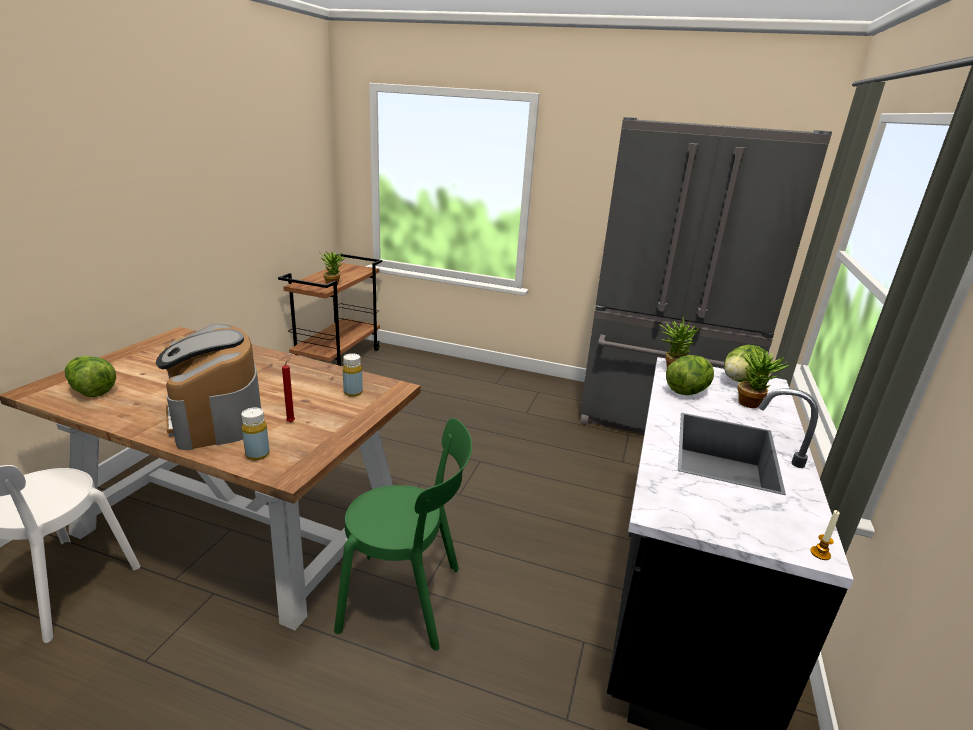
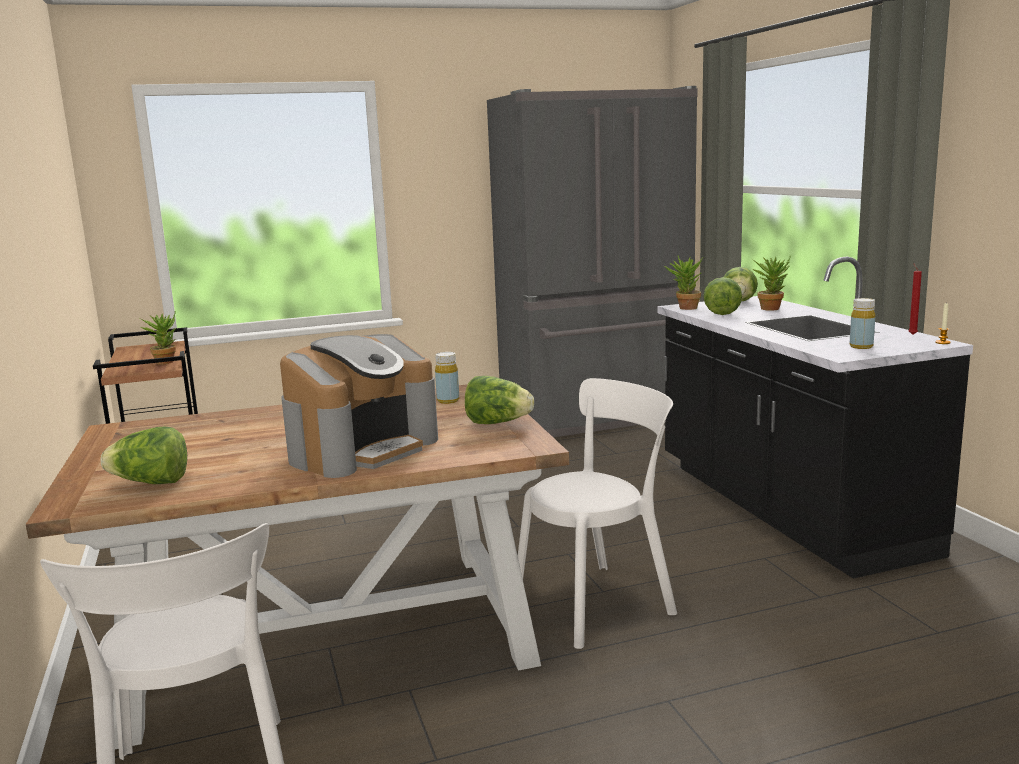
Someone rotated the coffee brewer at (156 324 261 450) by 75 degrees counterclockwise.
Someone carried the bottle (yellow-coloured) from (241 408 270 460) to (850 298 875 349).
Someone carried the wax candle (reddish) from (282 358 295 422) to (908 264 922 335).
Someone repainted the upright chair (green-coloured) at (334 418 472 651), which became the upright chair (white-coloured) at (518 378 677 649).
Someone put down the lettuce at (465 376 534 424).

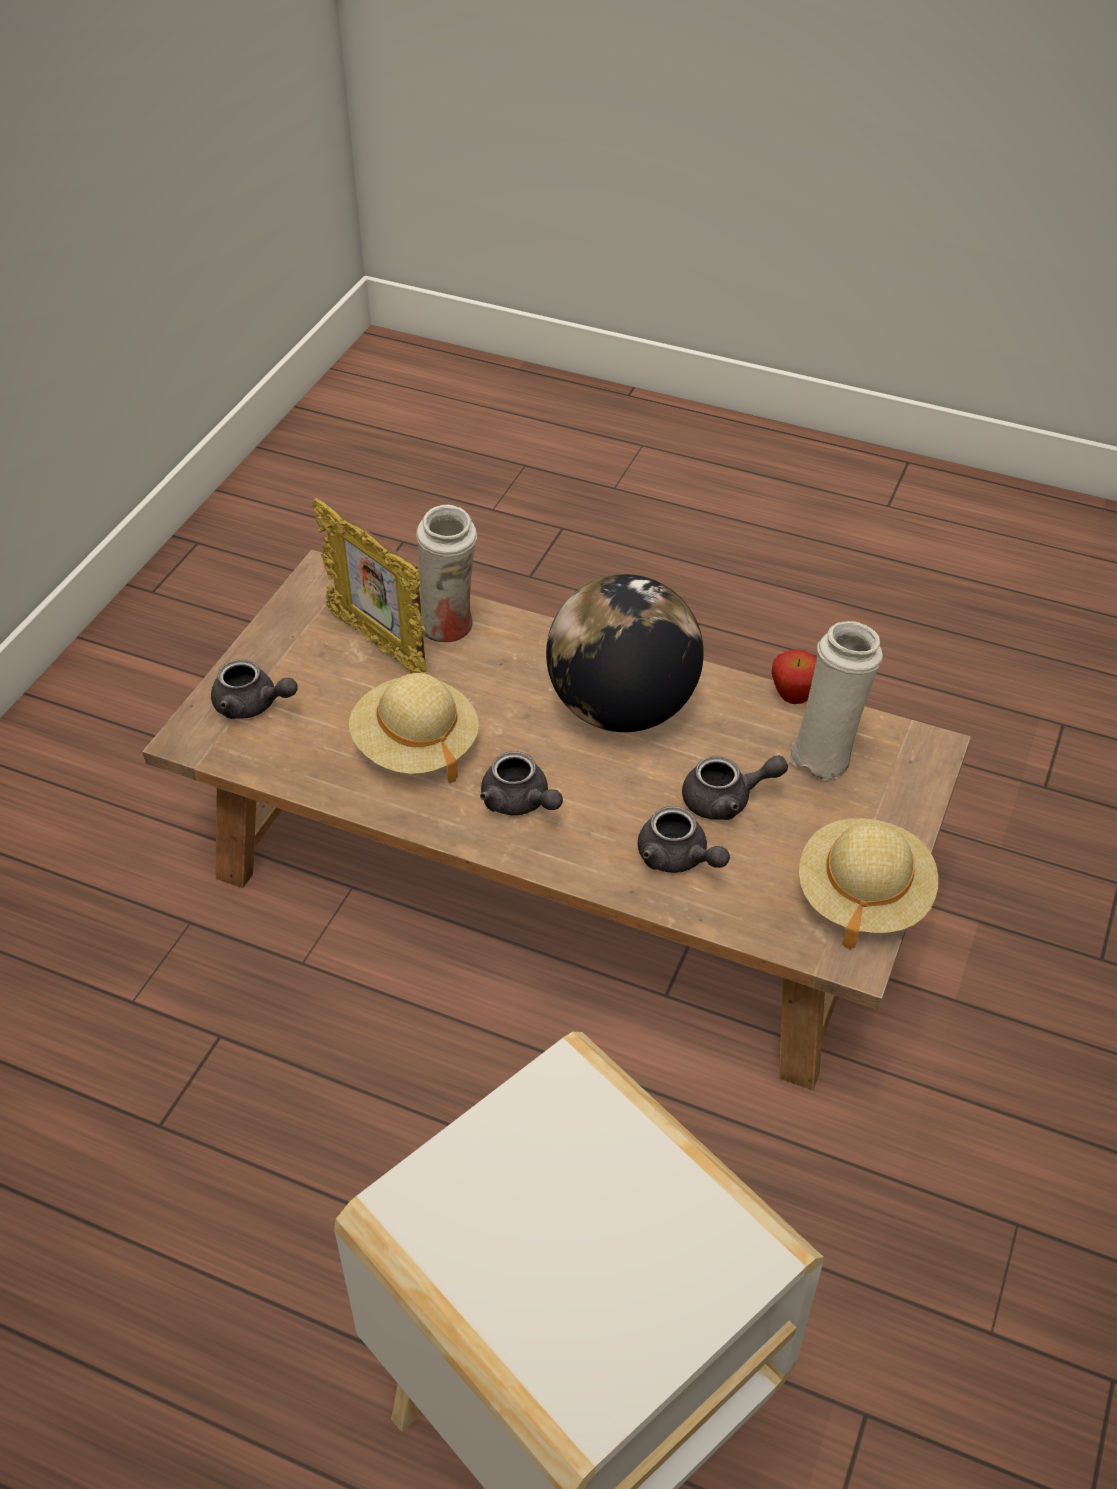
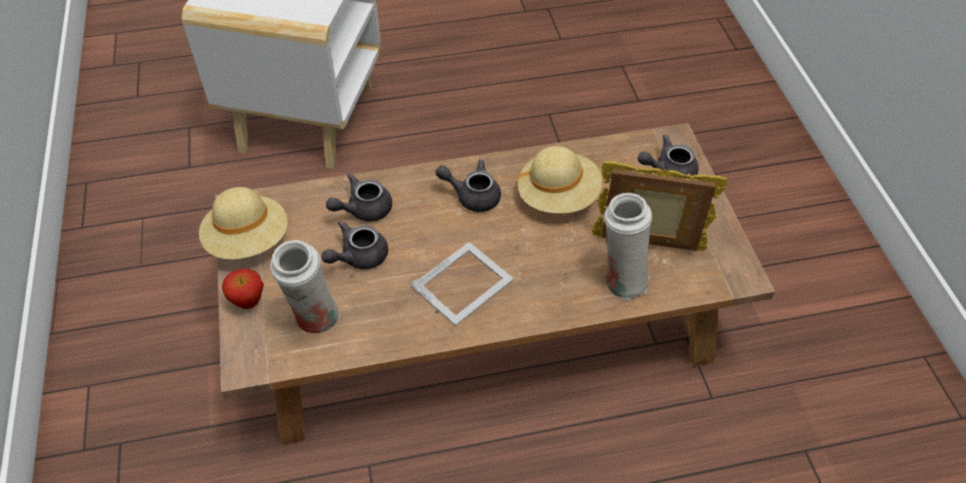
Someone swapped the globe at (546 574 704 732) for the photo frame at (411 242 514 326).
Someone rotated the pot for tea (greyish) at (638 806 730 873) by 45 degrees counterclockwise.
Someone carried the whole apple from (772 649 817 704) to (222 269 264 309).

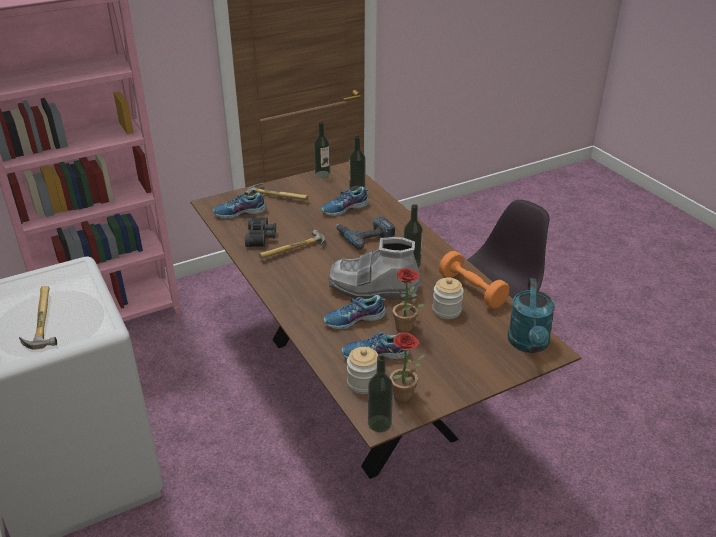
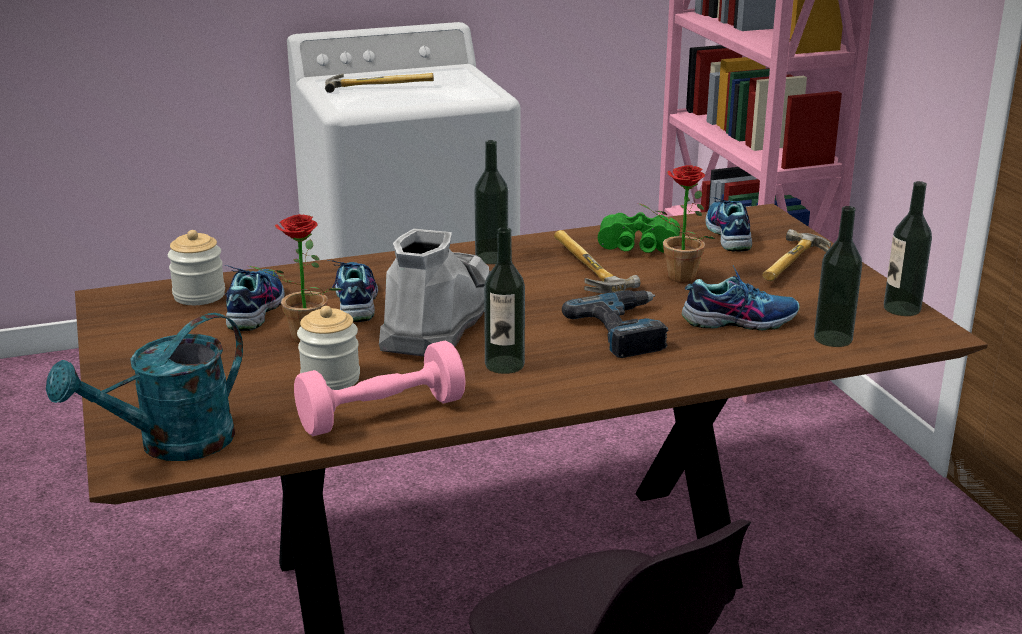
Someone repainted the binoculars (black) at (245 217 276 247), which became the binoculars (green-coloured) at (598 212 680 253).
Someone rotated the low shoe at (321 186 369 217) by 105 degrees clockwise.
Someone carried the bottle from (368 355 393 432) to (474 140 508 264).
Someone carried the potted plant from (388 332 425 403) to (638 165 715 283).
Someone repainted the free weight (orangey) at (439 251 510 309), which became the free weight (pink-coloured) at (294 340 466 436).
Someone rotated the sprinkling can (turquoise) at (508 278 555 353) by 60 degrees counterclockwise.

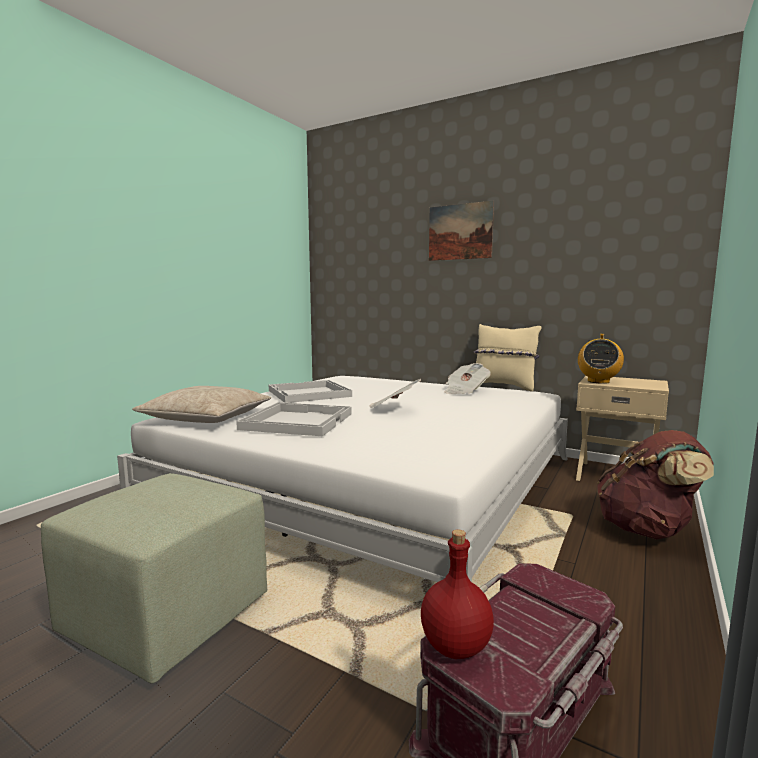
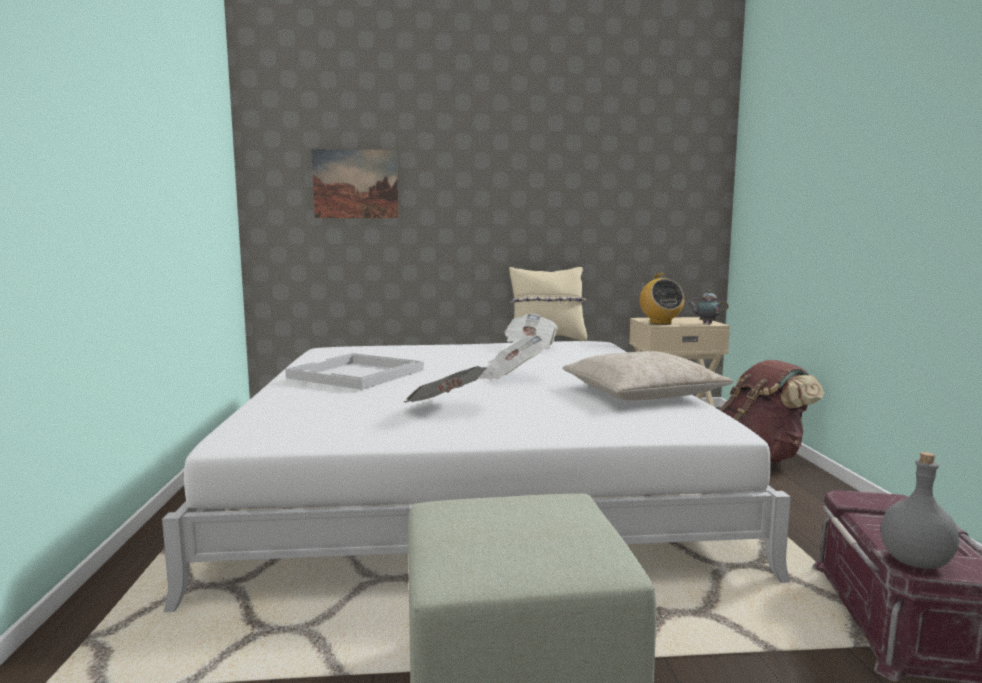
Someone carried the pillow (sand-coloured) from (132 386 271 423) to (562 351 734 401).
Someone swapped the carrying tray (white-coloured) at (236 402 351 436) for the newspaper at (404 366 487 403).
Someone repainted the bottle (reddish) at (421 529 494 659), which became the bottle (greyish) at (881 452 959 569).
Someone carried the wall picture from (429 200 494 261) to (311 149 399 218).
Someone put down the pot for tea at (688 290 728 324).

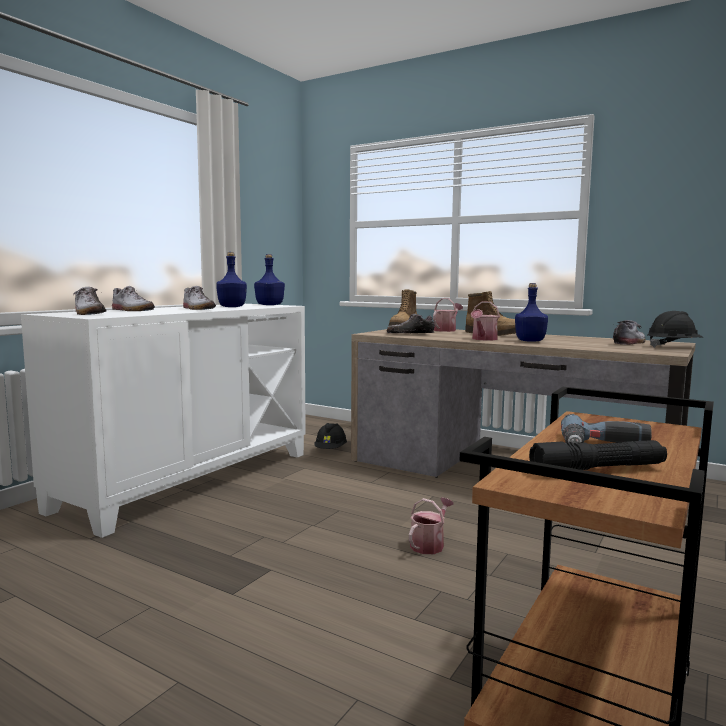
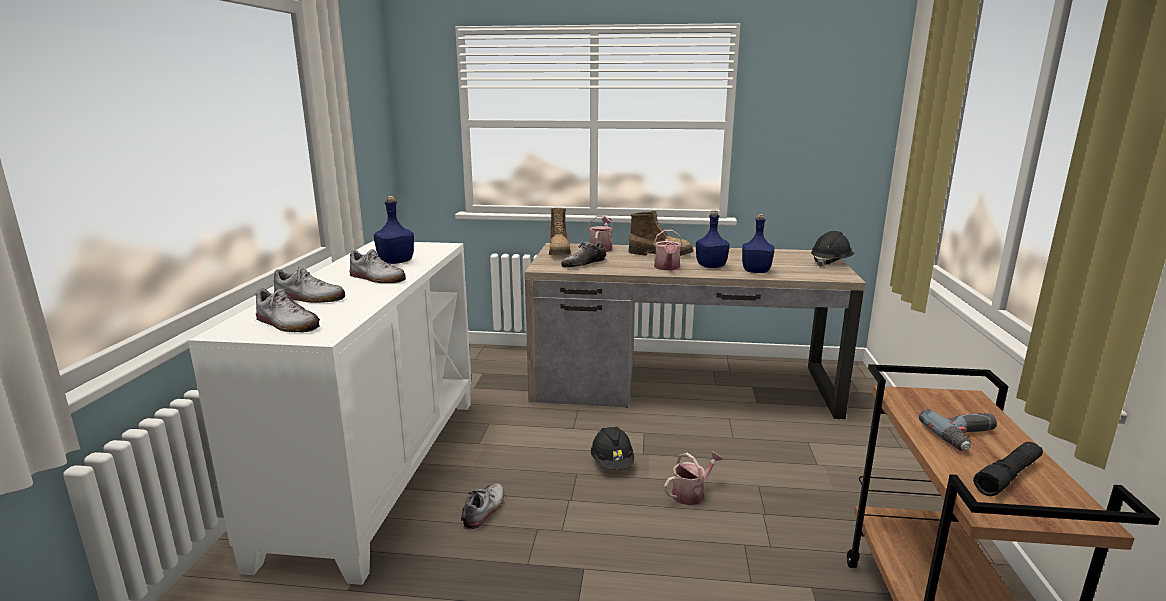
Someone carried the bottle (blue) from (254 254 285 305) to (742 214 774 273).
Someone carried the hard hat (black) from (314 423 347 449) to (591 426 634 470).
Someone rotated the sprinkling can at (409 497 454 554) by 45 degrees clockwise.
Someone carried the low shoe from (613 320 645 345) to (461 483 504 530).

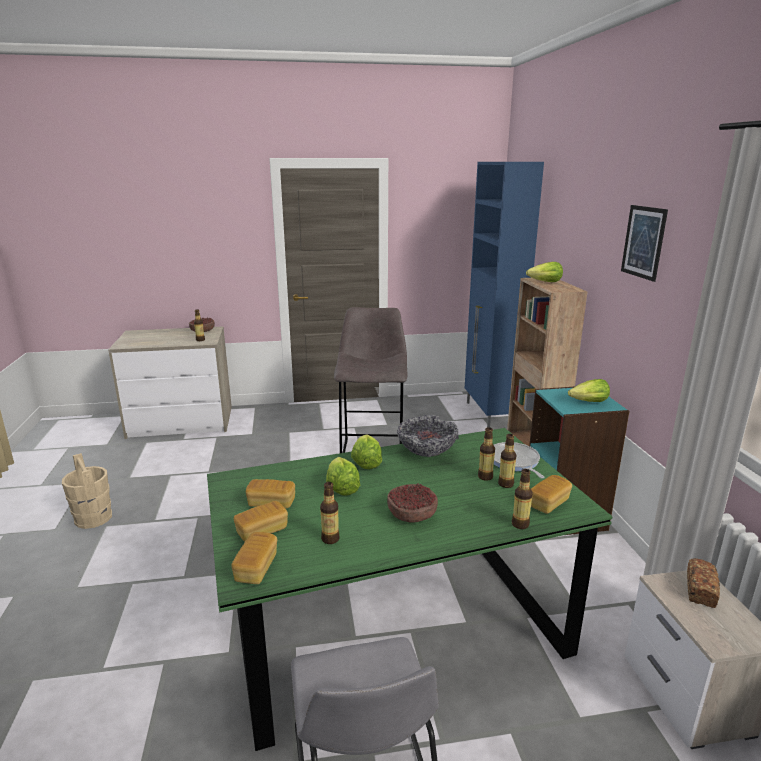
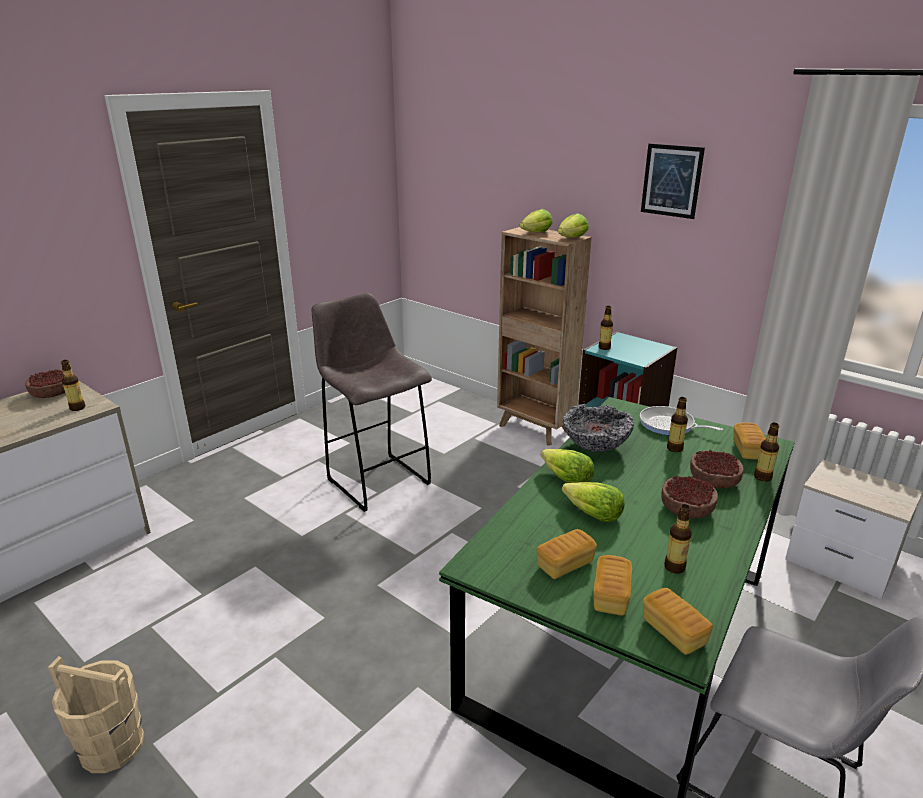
Someone took away the storage cabinet (blue) at (465 162 544 428).
Someone carried the bottle from (498 434 517 488) to (598 306 613 350).
Someone carried the lettuce from (568 379 610 402) to (558 213 589 237).
Someone took away the bread at (687 558 720 608).
Someone put down the serving bowl at (690 450 744 488).

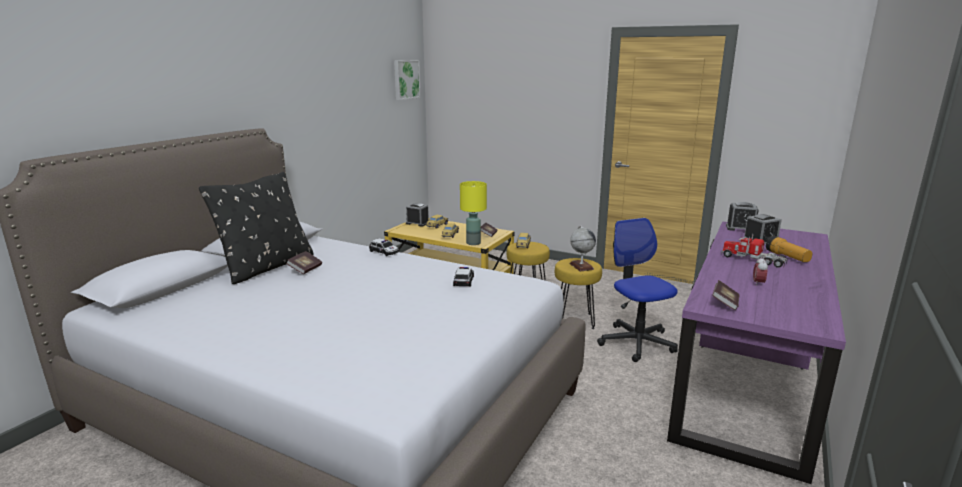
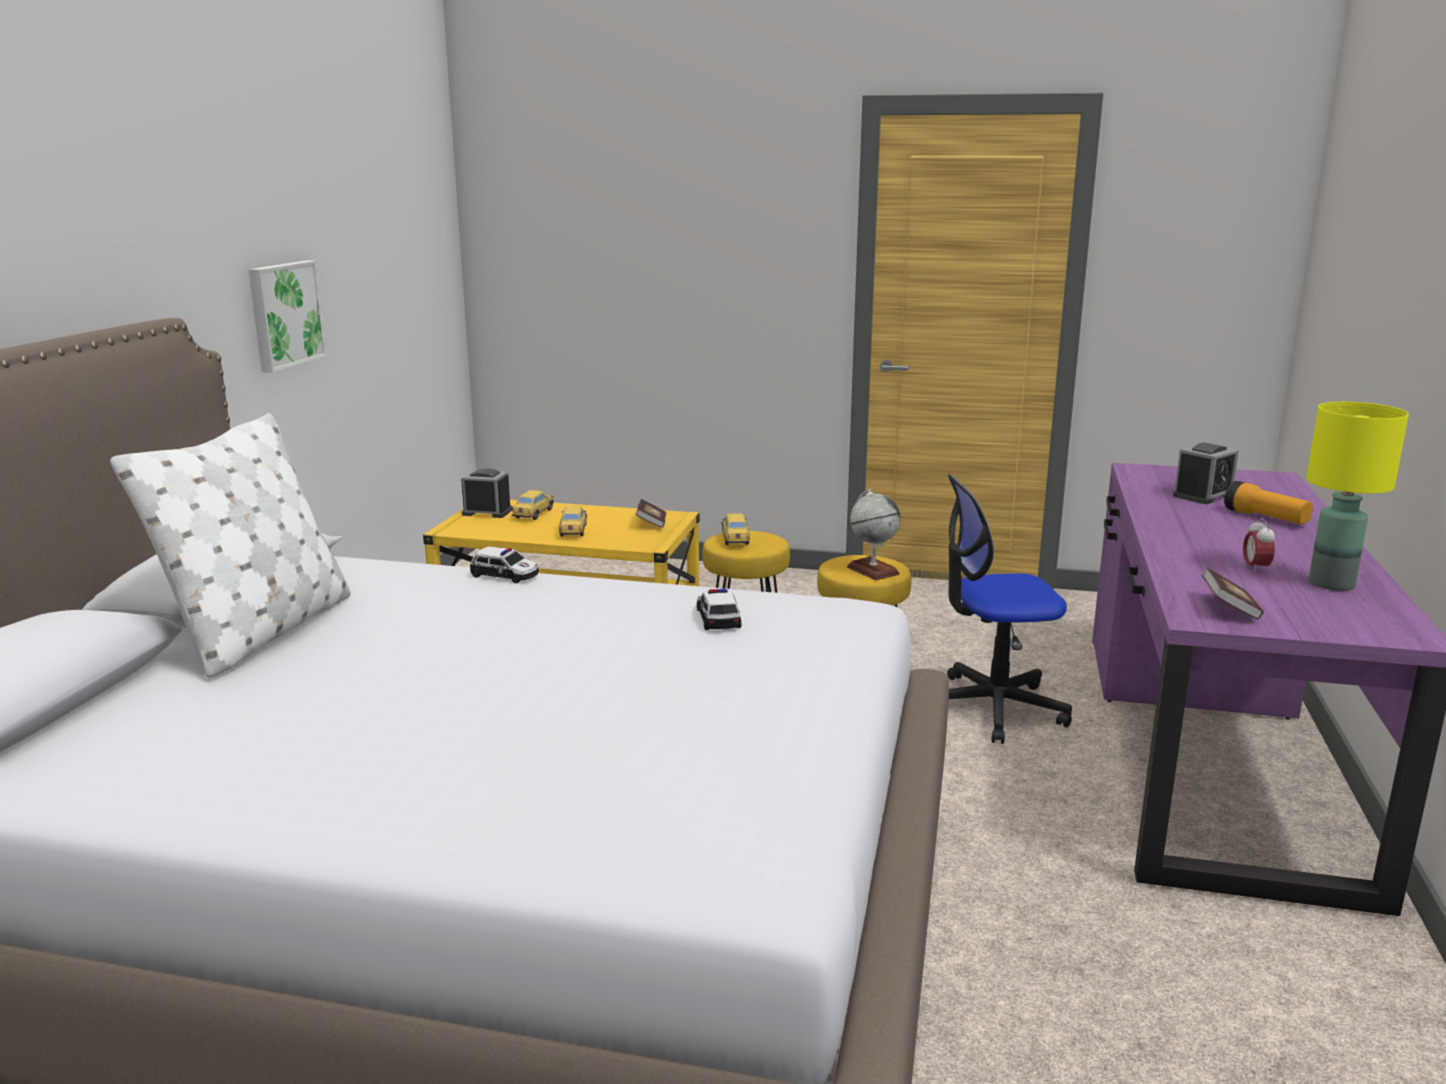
Someone repainted the pillow (black) at (199 172 314 284), which became the pillow (white-coloured) at (110 413 351 678).
Someone took away the volume at (286 251 322 274).
Someone carried the wall picture from (394 60 421 100) to (249 260 327 373).
Someone carried the tabletop lamp (yellow-coloured) from (460 181 487 245) to (1306 402 1409 591).
Someone rotated the office chair at (597 218 678 362) by 60 degrees counterclockwise.
Someone took away the toy truck at (721 233 788 268).
Someone took away the table clock at (726 202 759 231).

